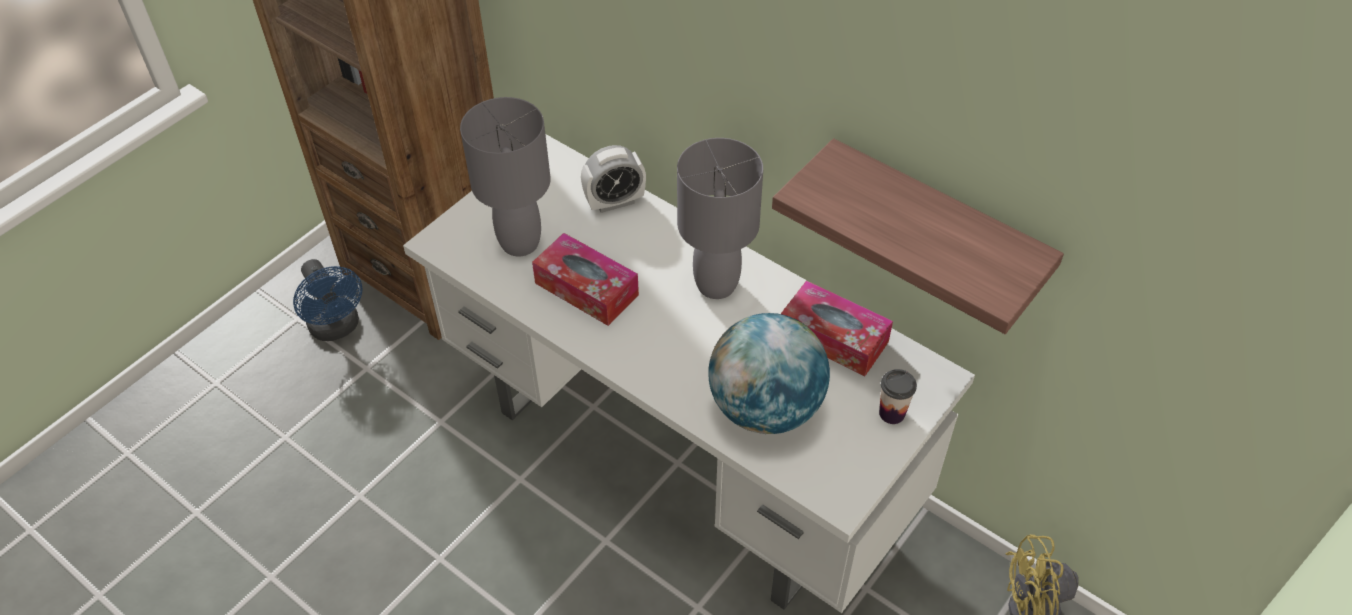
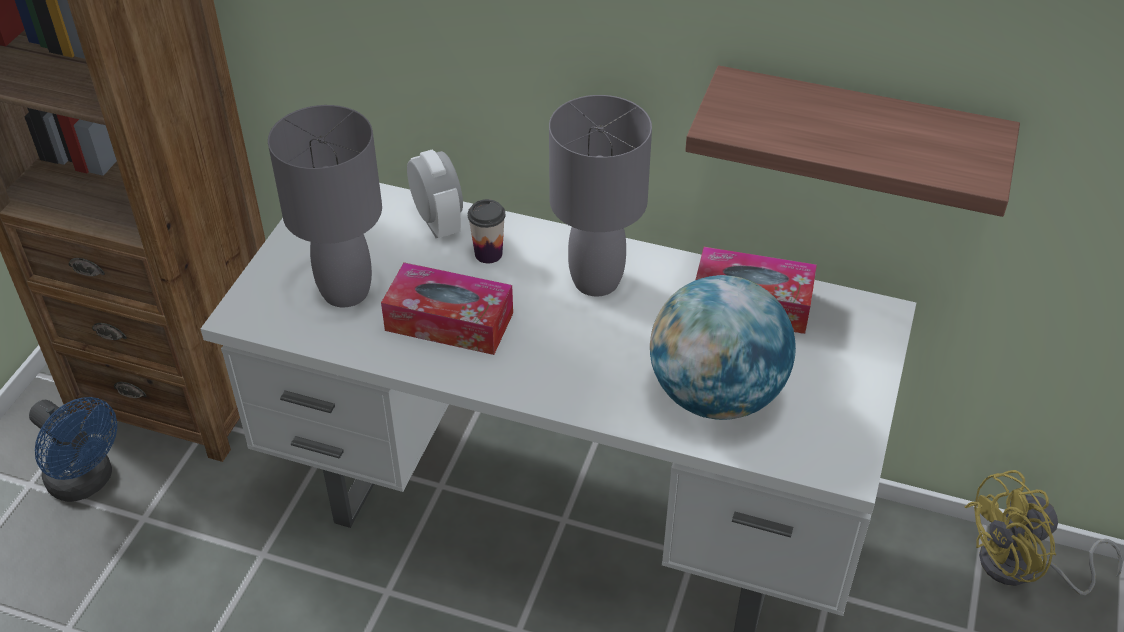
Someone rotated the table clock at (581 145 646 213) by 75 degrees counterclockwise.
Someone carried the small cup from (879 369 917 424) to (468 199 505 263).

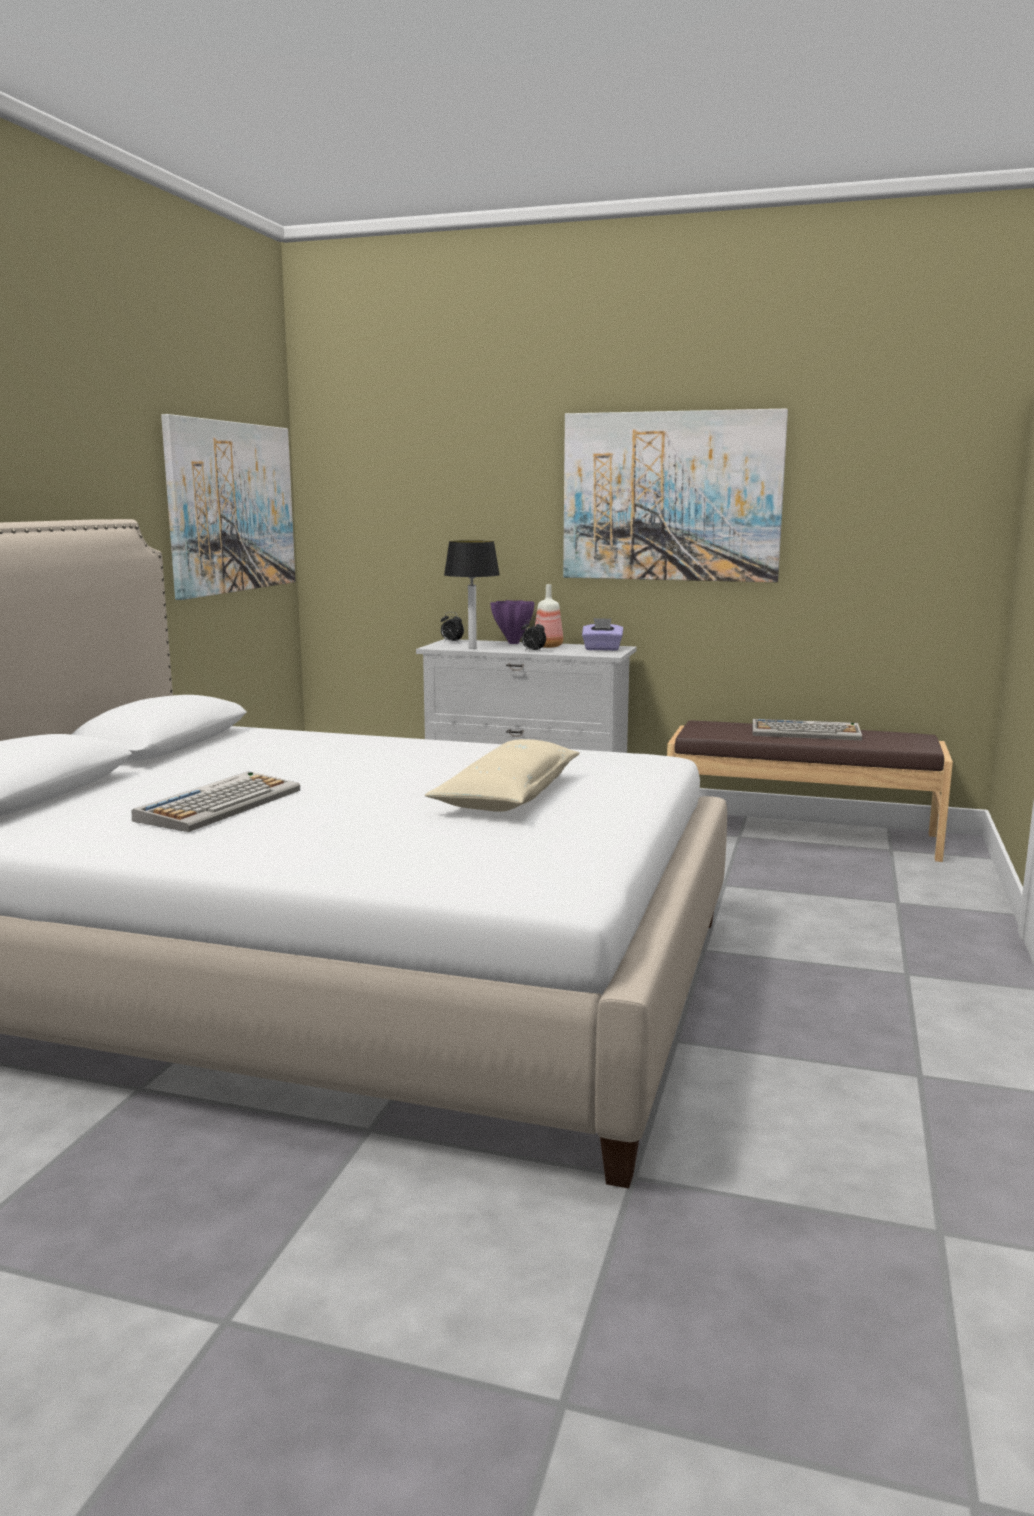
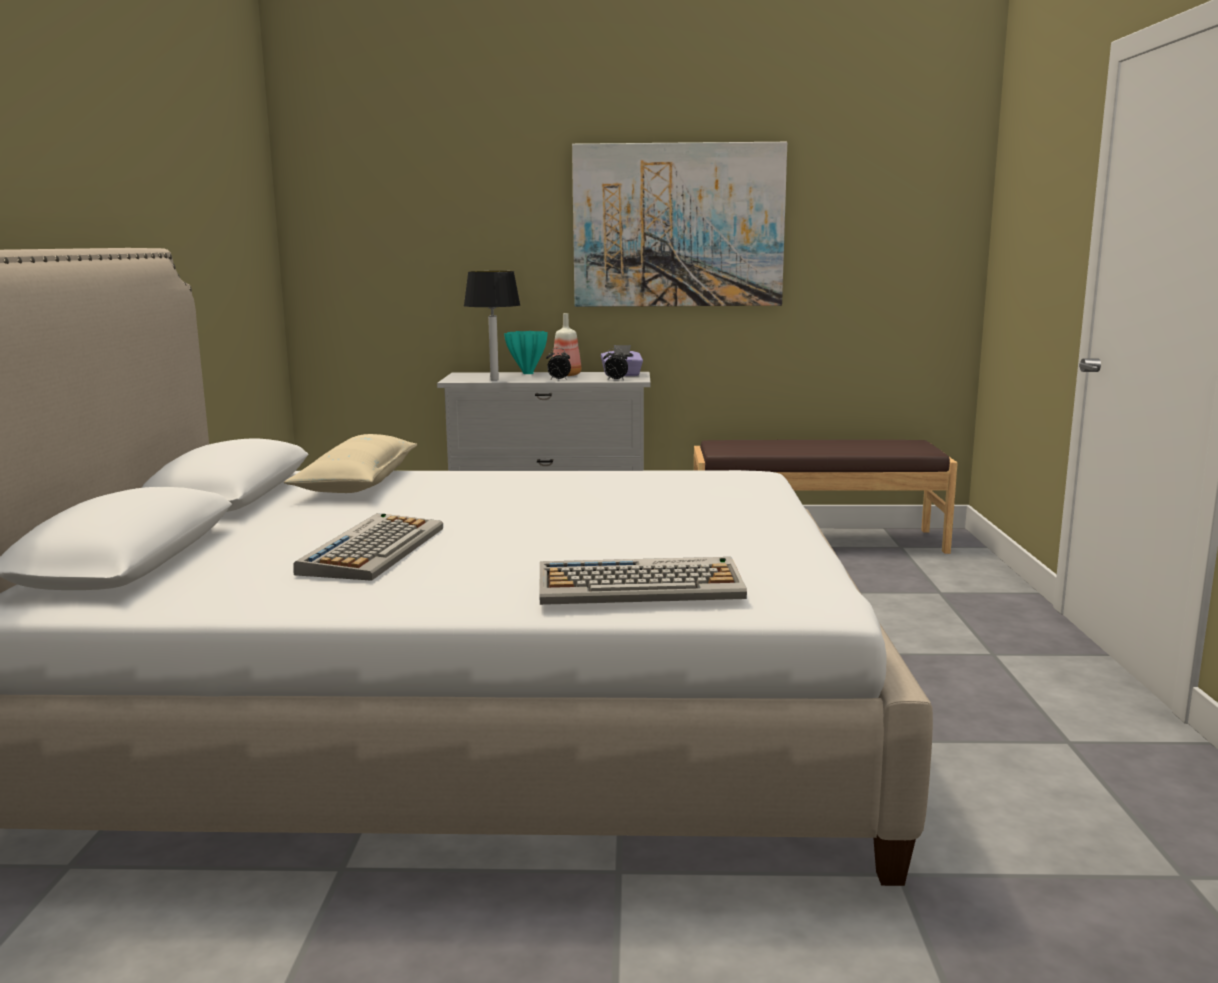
Someone took away the wall picture at (161 414 296 600).
Someone carried the pillow (sand-coloured) from (425 739 580 812) to (284 434 417 493).
Someone carried the table clock from (441 612 464 643) to (603 348 628 381).
Someone repainted the flower vase (purplish) at (490 600 535 644), which became the flower vase (turquoise) at (504 331 548 374).
Someone carried the keyboard from (752 719 862 740) to (539 557 747 605).

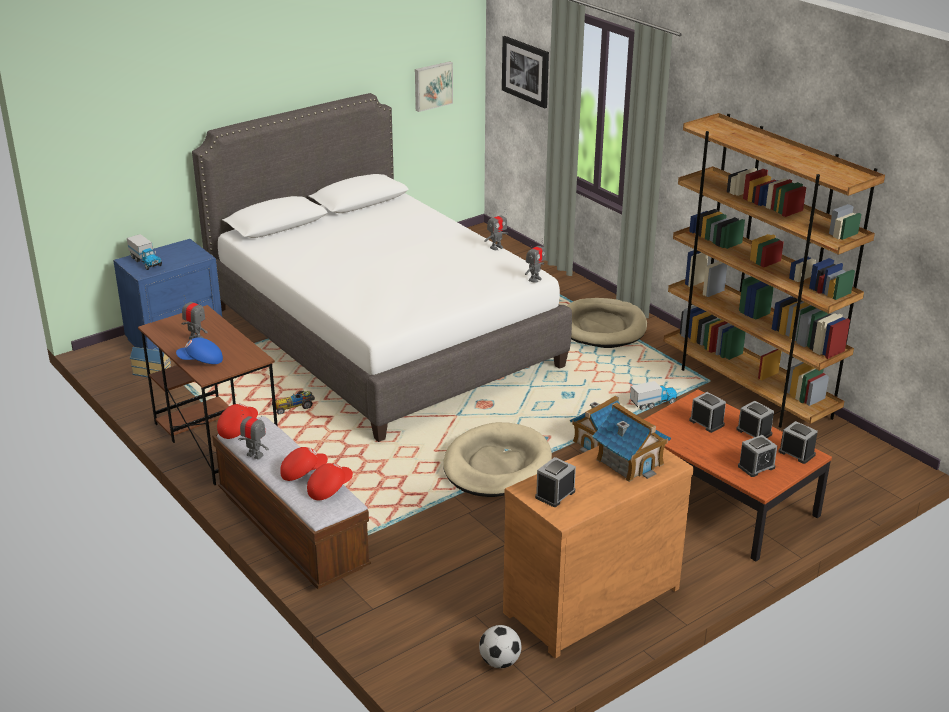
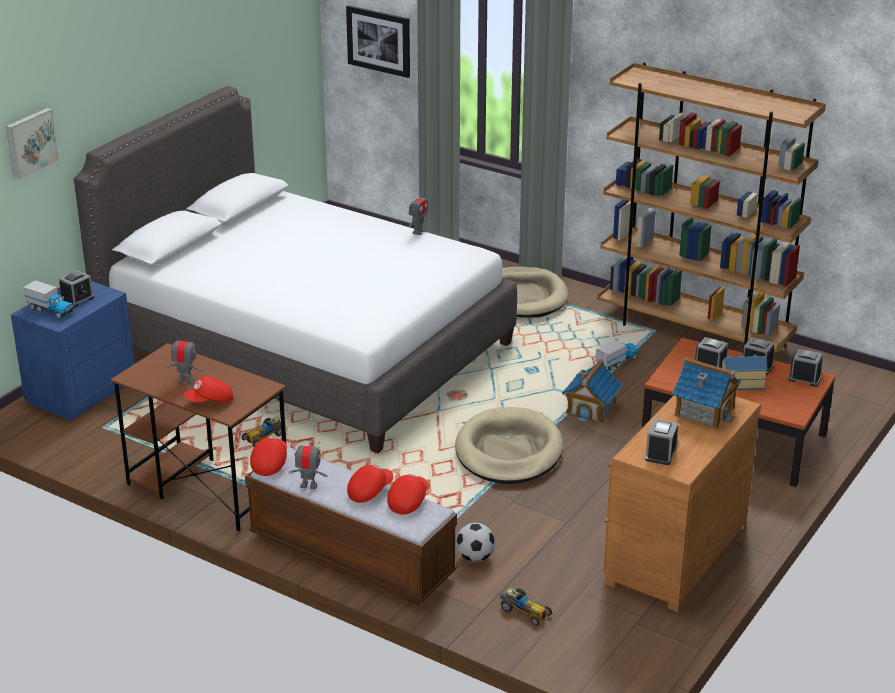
Someone carried the miniature house from (130 347 171 377) to (722 355 767 390).
Someone repainted the peaked cap (blue) at (176 337 223 364), which became the peaked cap (reddish) at (184 376 233 402).
Someone carried the wall picture from (415 61 453 112) to (6 108 59 180).
Someone carried the football from (479 625 522 668) to (456 523 495 562).
Someone took away the model robot at (525 238 546 283).
Someone carried the table clock from (738 435 777 477) to (59 270 95 308).
Someone put down the toy car at (500 588 552 626).

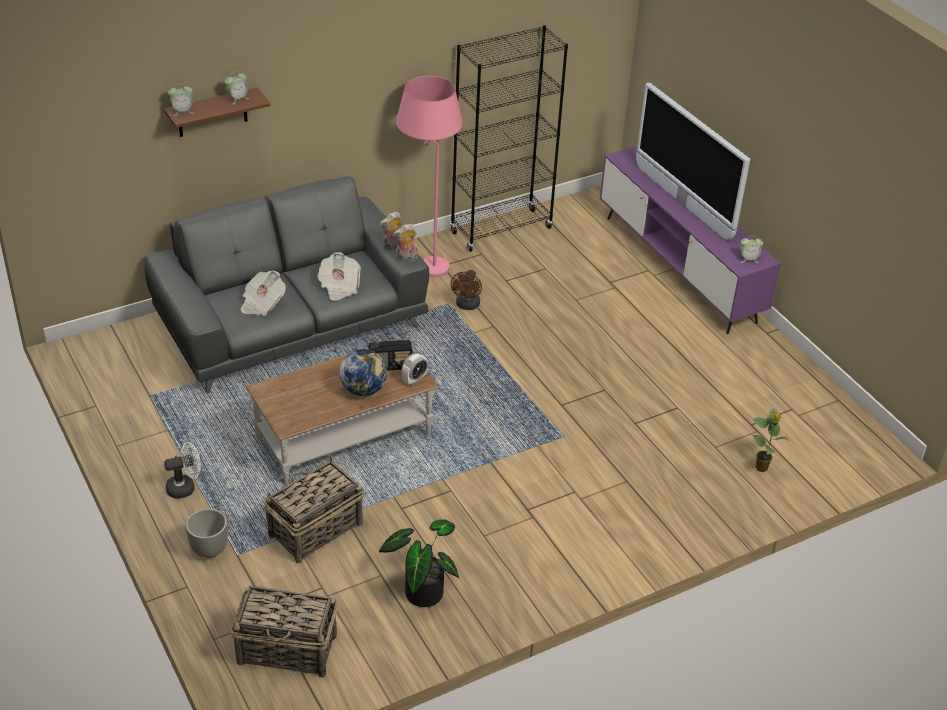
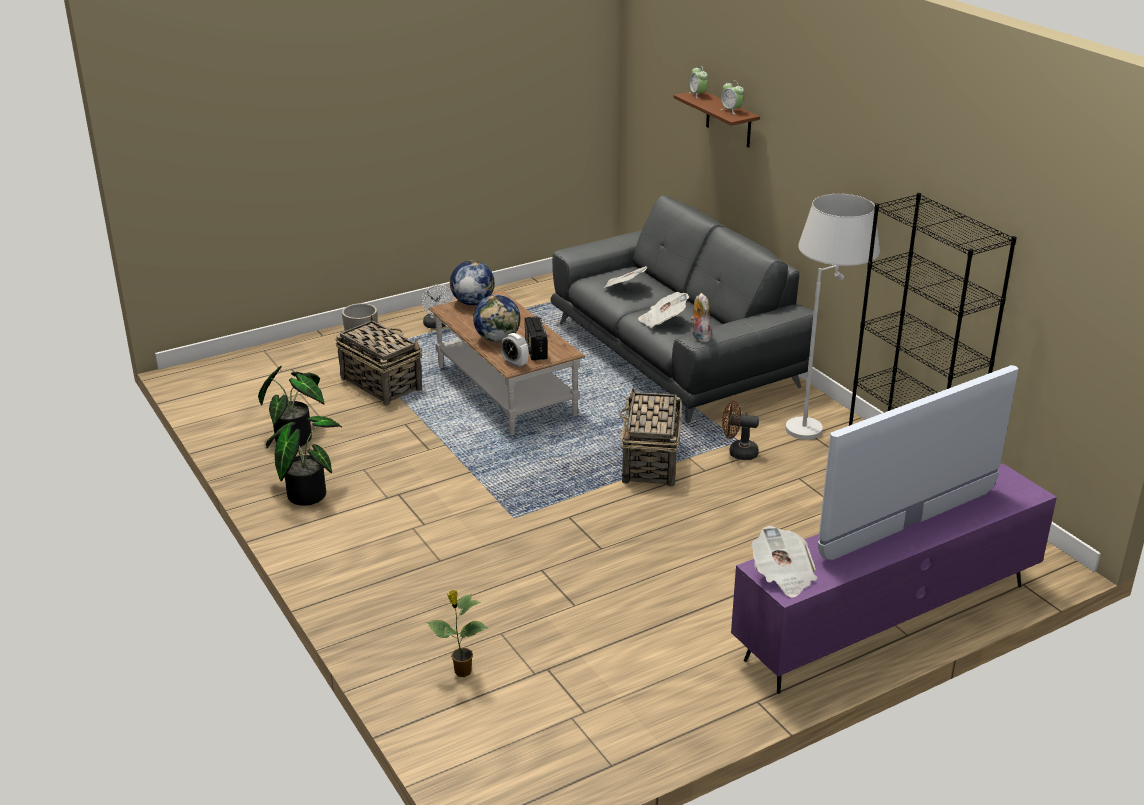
Someone carried the basket from (231 586 338 678) to (619 388 682 486).
Someone took away the cuddly toy at (379 211 402 251).
Someone repainted the standard lamp (pink-coloured) at (396 76 463 278), which became the standard lamp (white-coloured) at (785 194 880 440).
Someone swapped the table clock at (740 236 763 263) for the newspaper at (752 526 817 598).
Someone put down the potted plant at (266 416 342 506).
Someone put down the globe at (450 260 495 305).

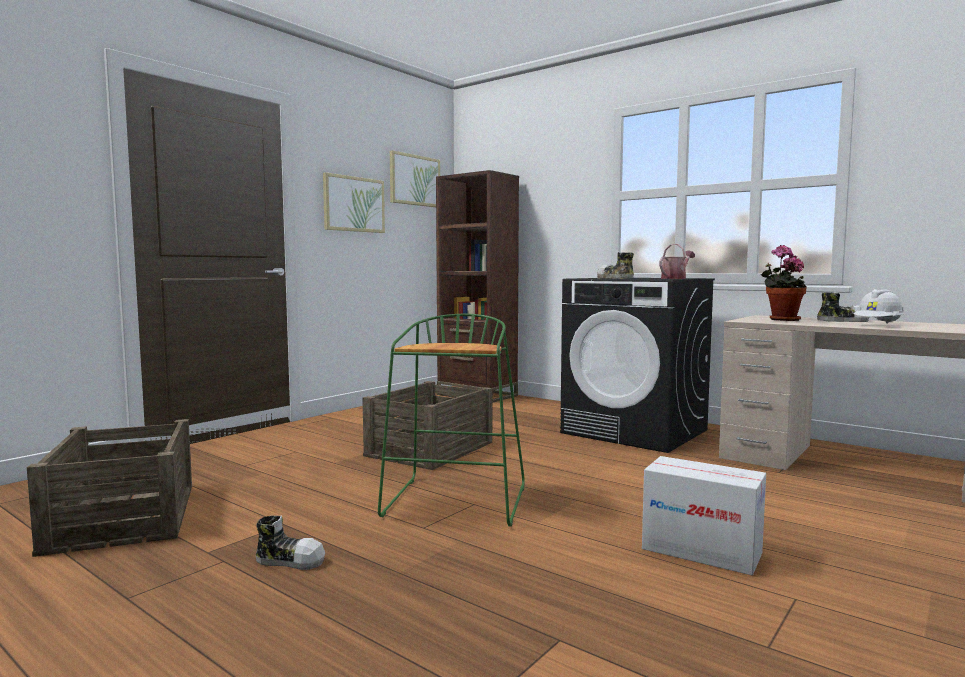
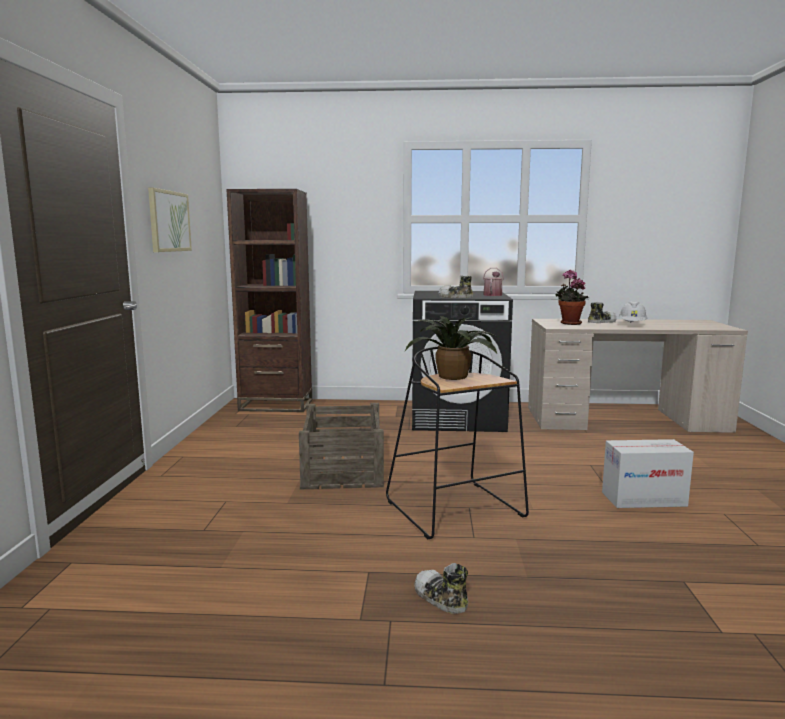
Someone took away the shipping crate at (27 419 192 557).
Someone rotated the low shoe at (255 515 325 570) by 105 degrees counterclockwise.
Someone repainted the stool seat (green-coloured) at (378 314 525 526), which became the stool seat (black) at (386 347 529 539).
Someone took away the wall picture at (390 150 440 207).
Someone put down the potted plant at (405 316 500 380).

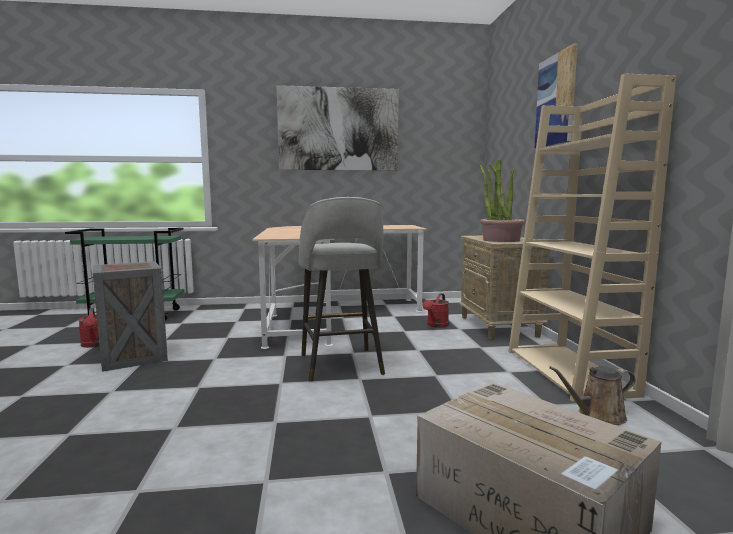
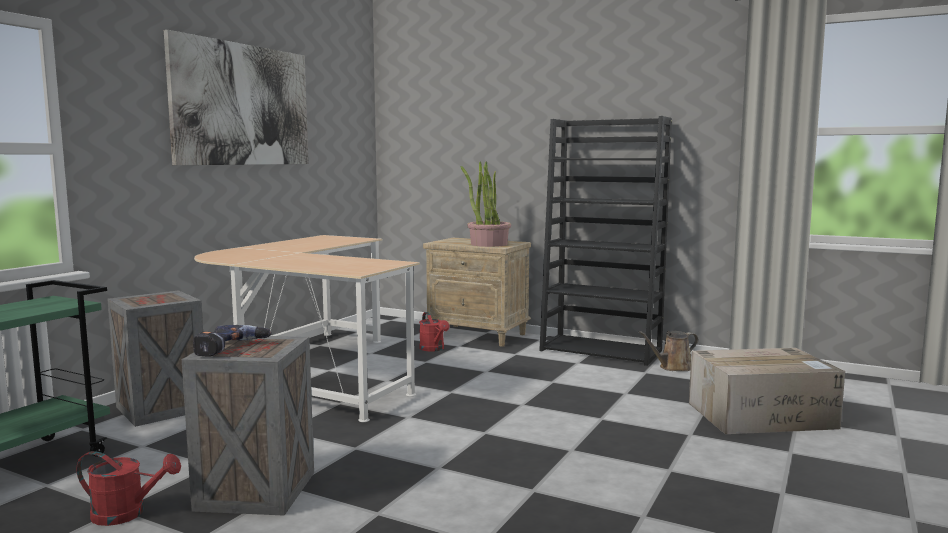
Someone took away the stool seat (greyish) at (299 197 385 382).
Someone repainted the bookcase (sand-coloured) at (508 74 676 402), which became the bookcase (black) at (539 116 672 366).
Someone took away the wall picture at (535 43 578 148).
Someone rotated the sprinkling can (brownish) at (549 366 635 425) by 45 degrees clockwise.
Someone put down the shipping crate at (107 290 203 427).
Someone put down the electric drill at (193 325 272 357).

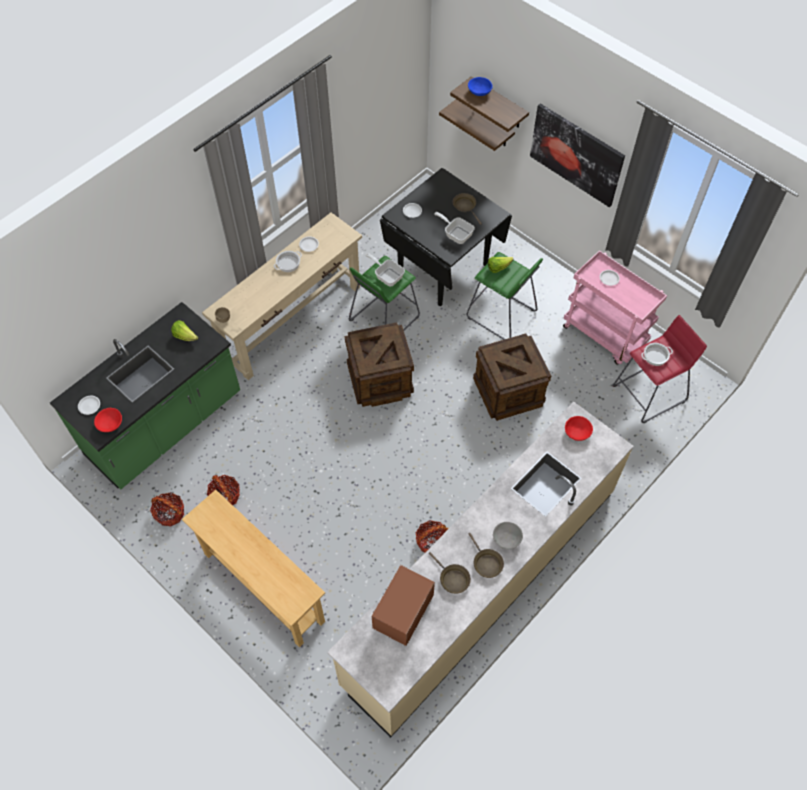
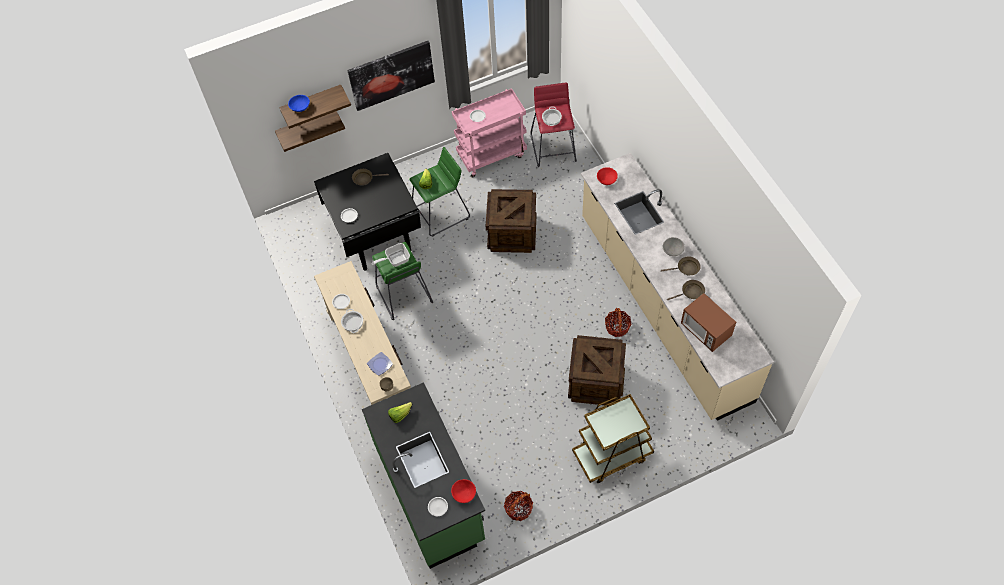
Someone swapped the hall table (sand-coloured) at (182 490 325 648) for the wheeled cart (brownish) at (572 394 654 483).
Someone took away the basket at (207 475 240 505).
Someone carried the shipping crate from (345 322 414 407) to (568 335 626 406).
Someone took away the pan at (434 212 475 244).
Someone put down the plate at (367 352 393 376).

